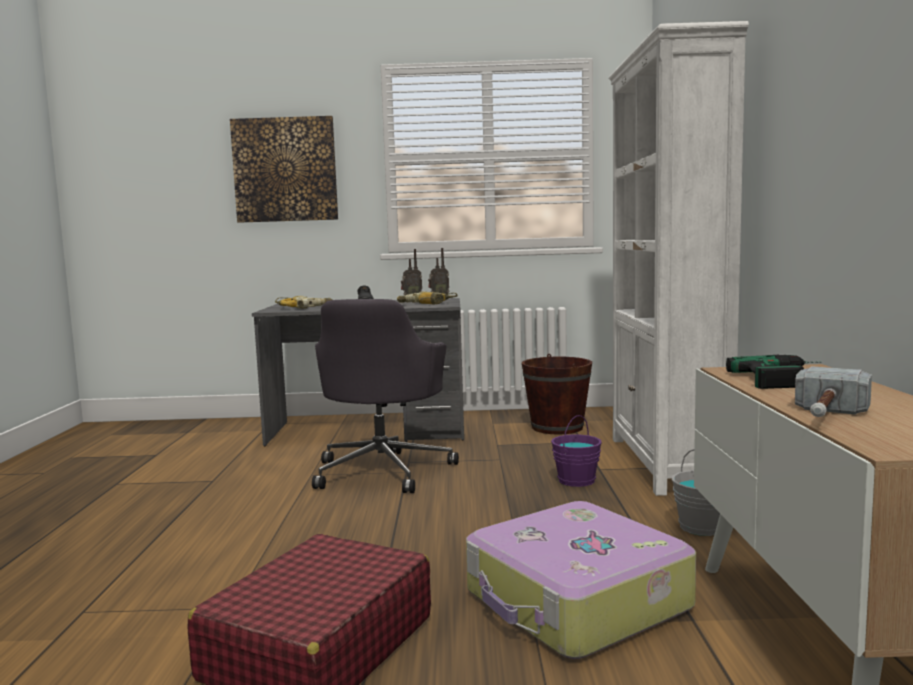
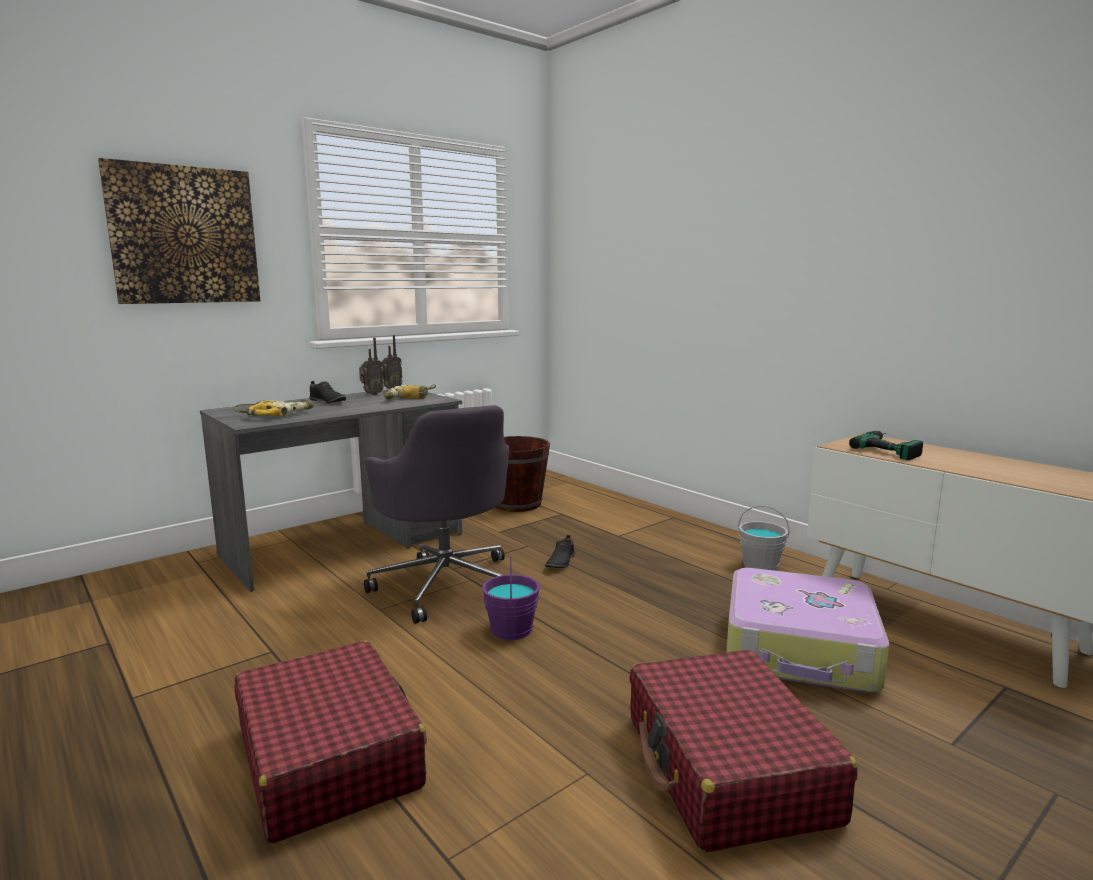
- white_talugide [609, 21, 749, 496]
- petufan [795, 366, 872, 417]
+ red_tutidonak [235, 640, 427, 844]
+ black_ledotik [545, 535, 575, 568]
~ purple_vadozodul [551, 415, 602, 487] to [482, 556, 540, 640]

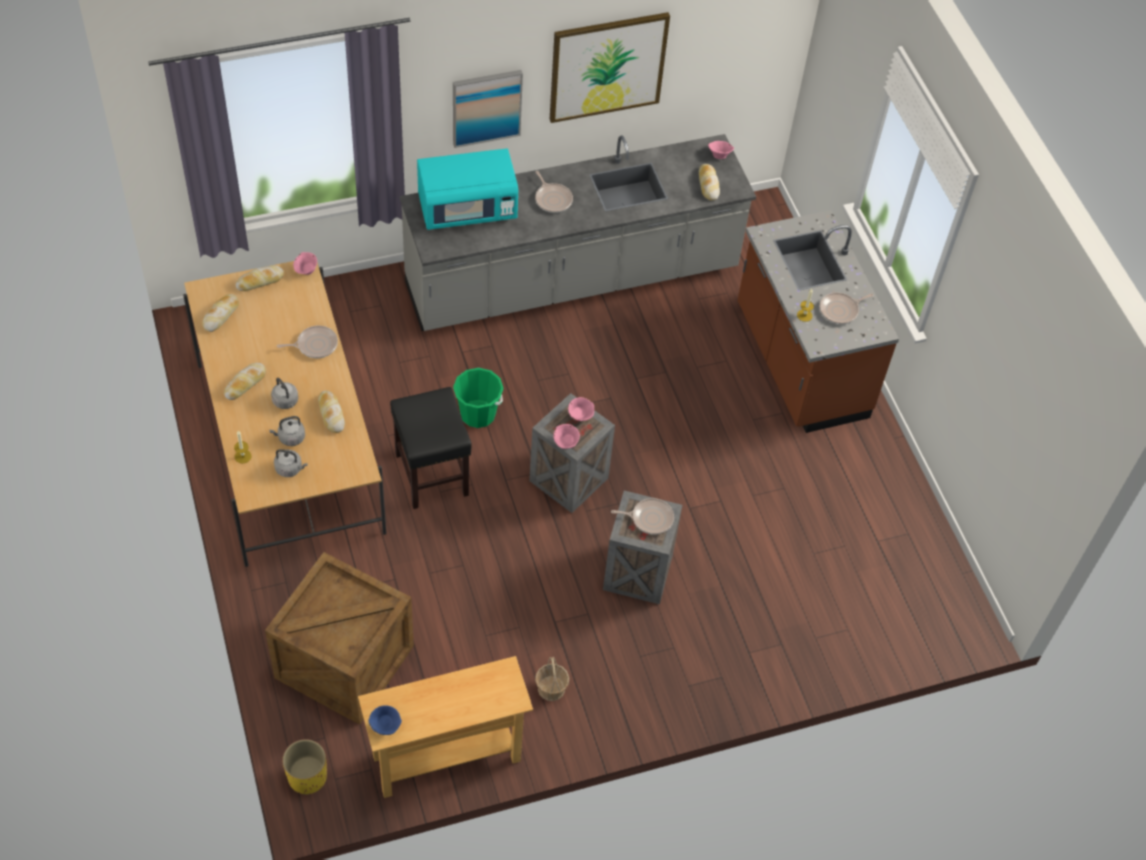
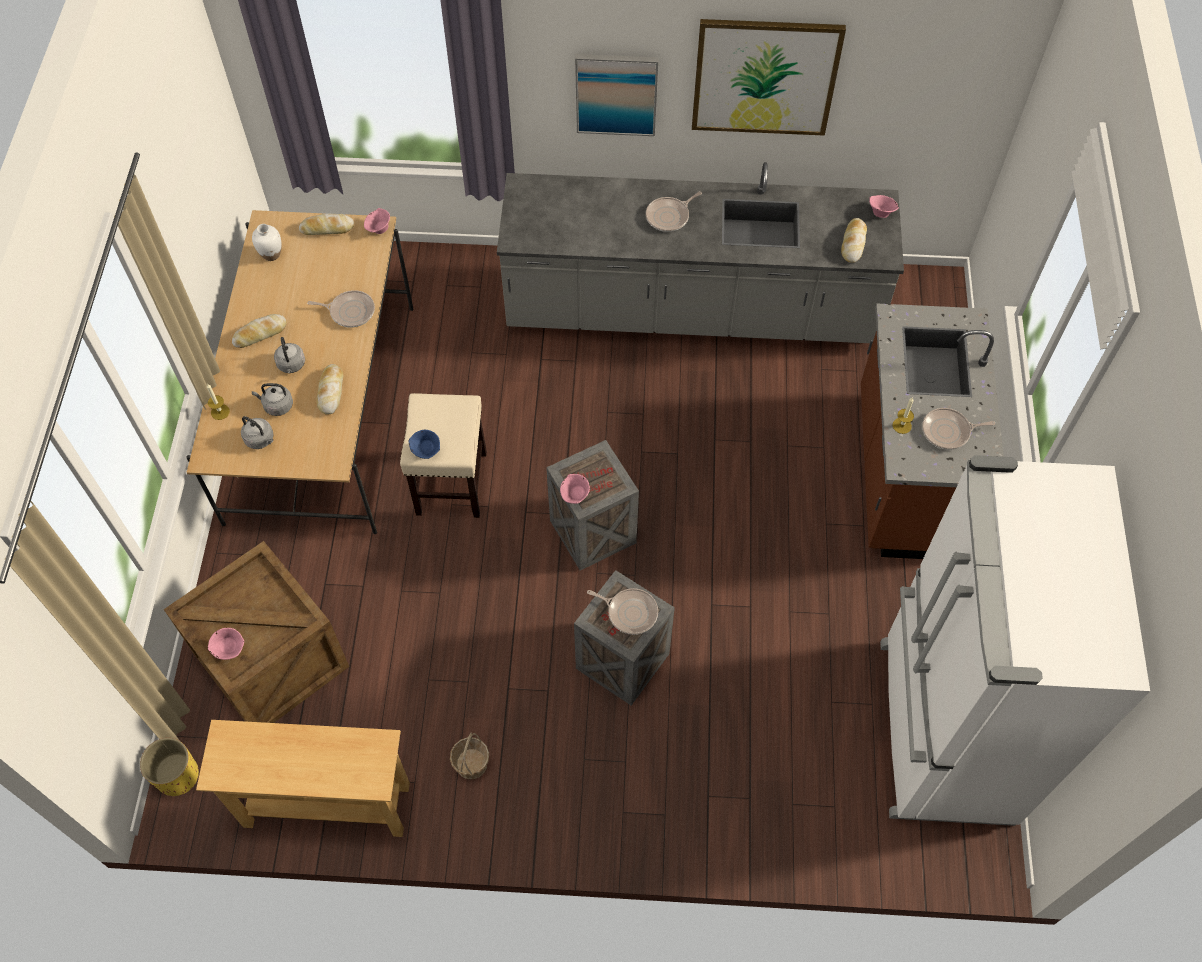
- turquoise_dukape [417, 149, 518, 230]
- green_vadozodul [453, 368, 504, 428]
+ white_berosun [880, 455, 1150, 826]
~ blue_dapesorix [368, 705, 402, 735] to [409, 430, 440, 459]
~ pink_dapesorix [568, 397, 594, 421] to [208, 628, 244, 660]
~ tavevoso [202, 294, 239, 332] to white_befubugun [252, 224, 282, 261]
~ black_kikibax [390, 387, 472, 509] to beige_kikibax [400, 393, 487, 518]
~ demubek [535, 171, 573, 213] = [646, 191, 702, 232] 60 degrees clockwise

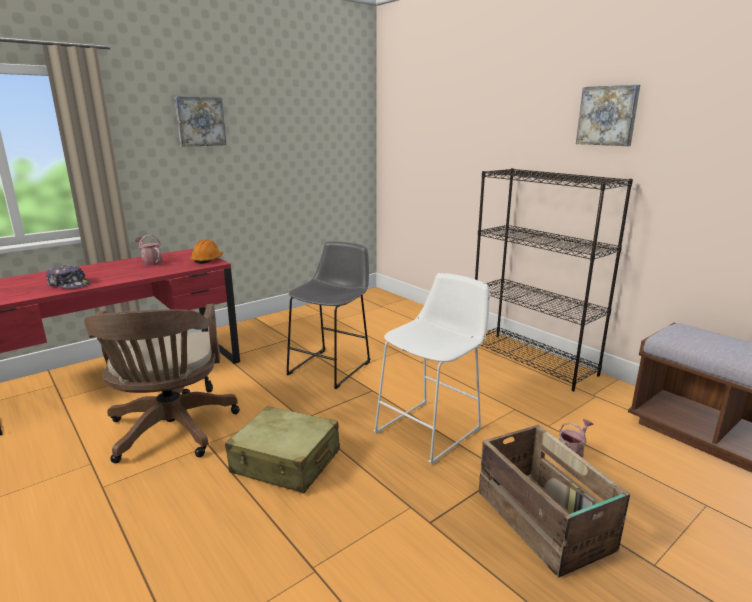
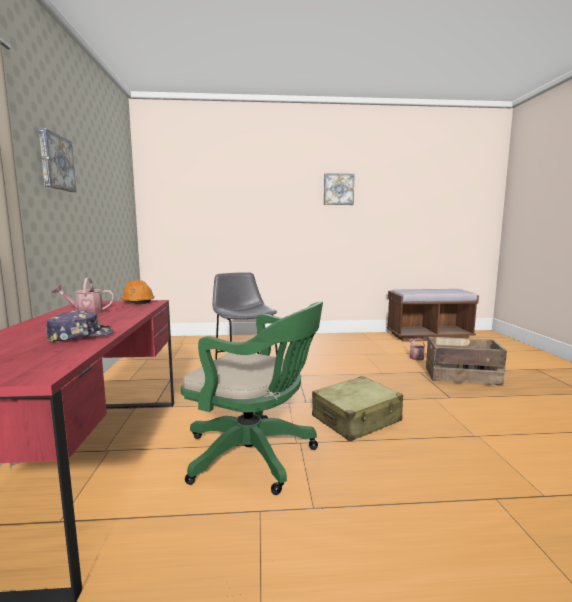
- white_kikibax [374, 273, 490, 465]
- black_talugide [475, 168, 633, 391]
~ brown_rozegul [84, 304, 240, 463] to green_rozegul [181, 302, 323, 495]

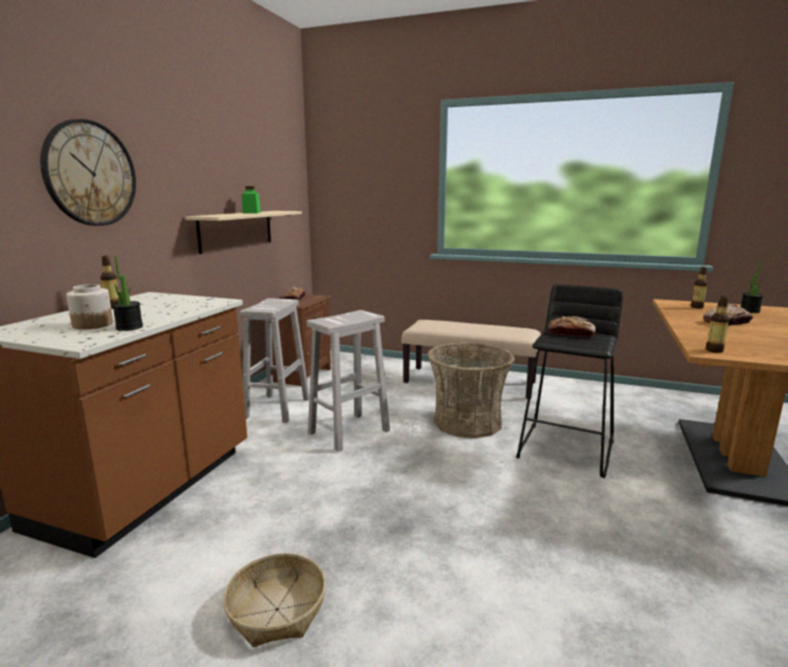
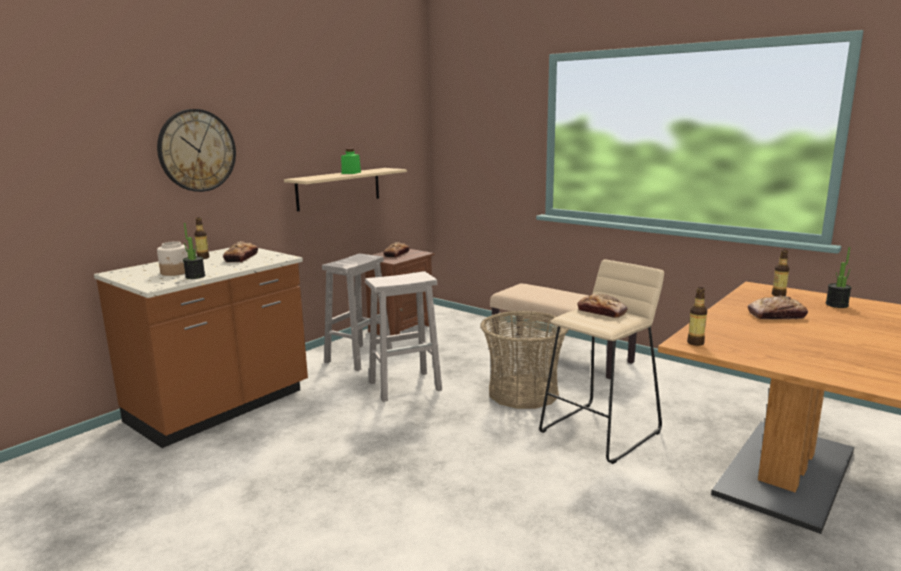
- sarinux [223, 553, 326, 647]
+ tavevoso [223, 241, 258, 262]
~ black_kikibax [516, 284, 623, 478] to beige_kikibax [539, 260, 664, 464]

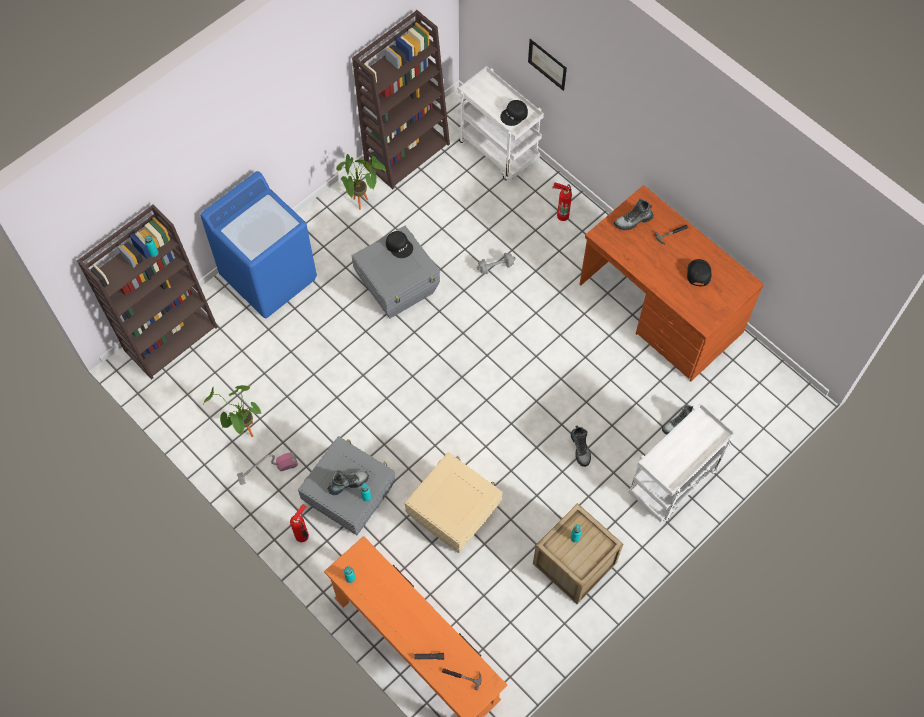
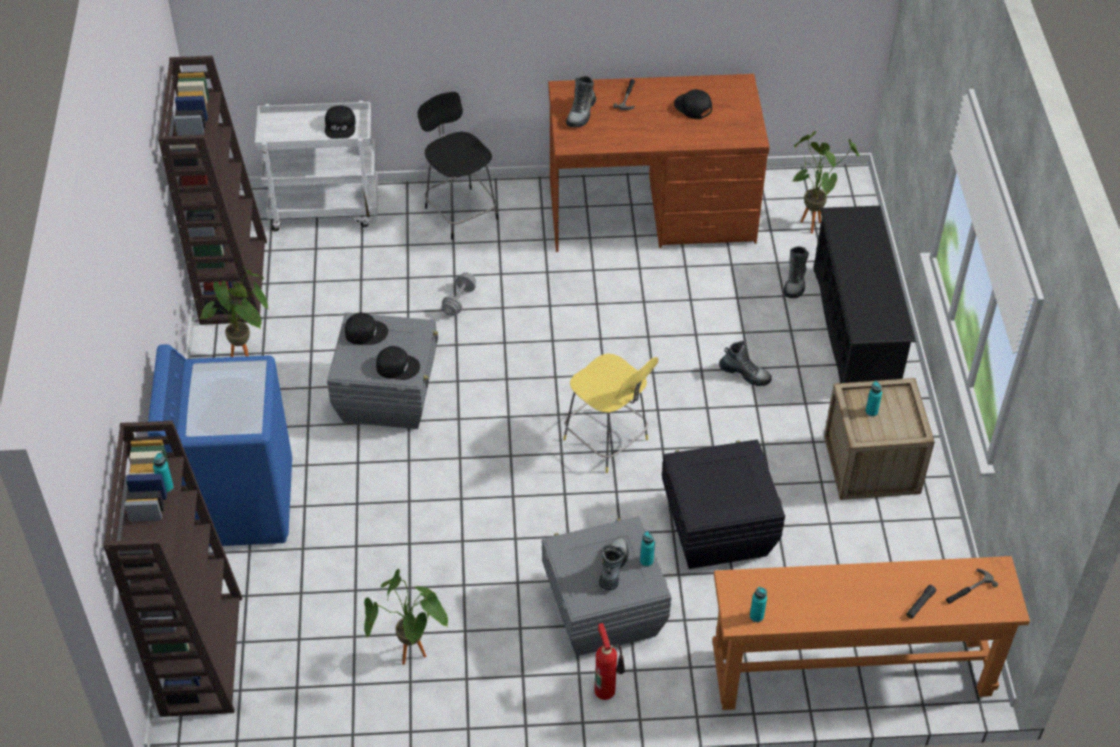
- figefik [237, 452, 298, 485]
- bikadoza [528, 39, 567, 91]
+ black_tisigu [376, 346, 420, 380]
+ yellow_kikibax [563, 354, 658, 473]
+ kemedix [793, 131, 860, 234]
~ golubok [552, 182, 572, 221] to black_kikibax [417, 92, 498, 239]
~ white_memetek [629, 403, 735, 522] to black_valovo [813, 206, 916, 383]
~ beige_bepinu [405, 452, 503, 553] to black_bepinu [662, 439, 785, 569]

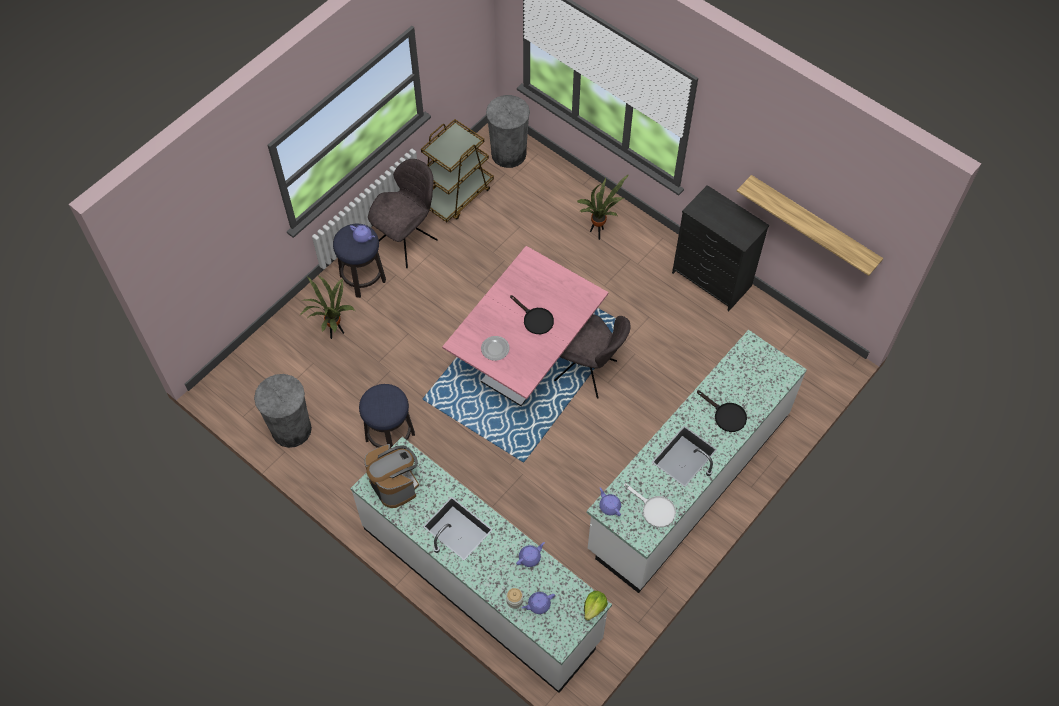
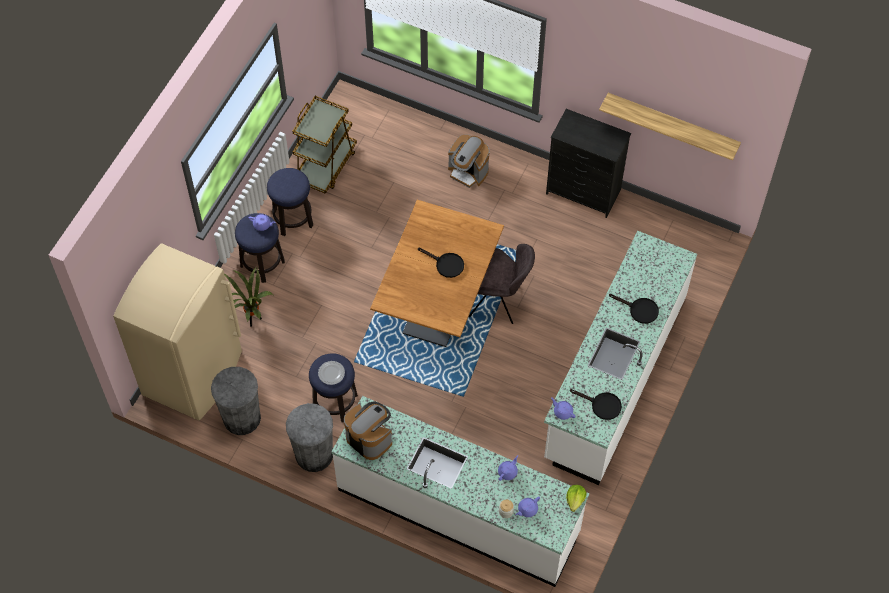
+ beige_berosun [113, 243, 242, 421]
~ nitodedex [481, 336, 510, 361] to [318, 361, 345, 385]
~ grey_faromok [486, 95, 530, 168] to [286, 403, 333, 472]
~ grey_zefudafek [368, 159, 438, 268] to kikibax [267, 168, 313, 236]
~ kemedix [577, 174, 629, 240] to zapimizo [448, 134, 490, 188]
~ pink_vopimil [442, 246, 609, 406] to brown_vopimil [370, 200, 504, 347]
~ white_demubek [624, 484, 676, 528] to black_demubek [570, 389, 622, 420]

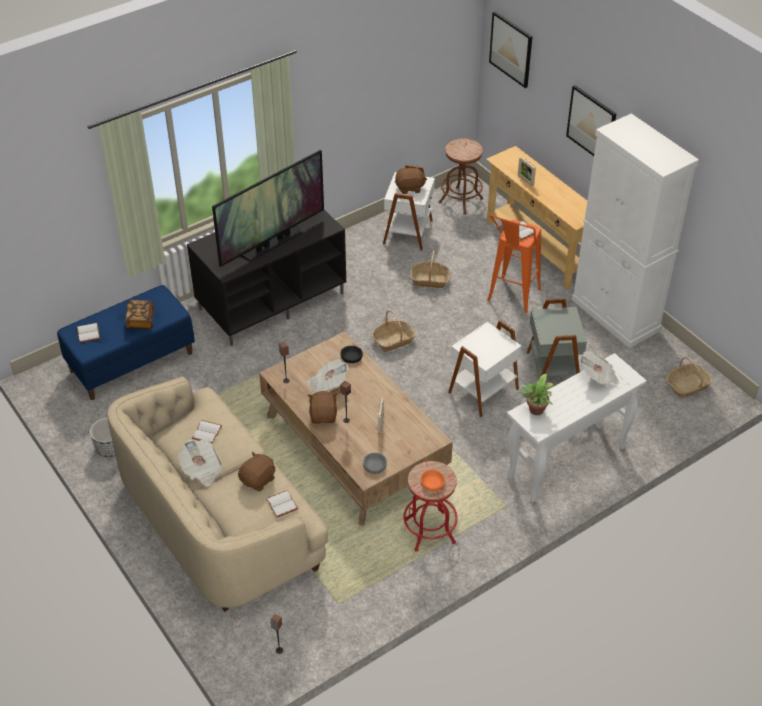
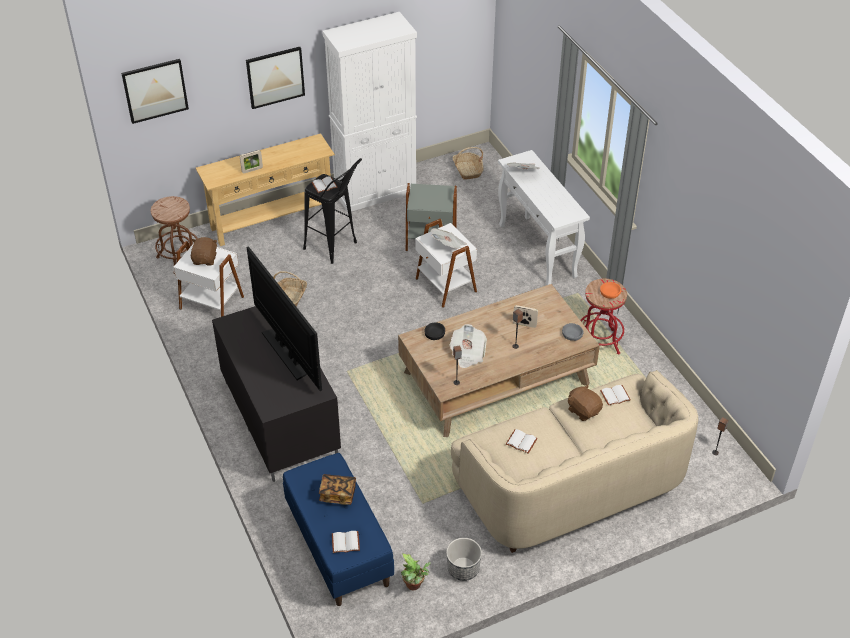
- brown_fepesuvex [308, 391, 337, 424]
- sarinux [372, 310, 416, 352]
~ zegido [178, 439, 224, 487] to [431, 228, 467, 249]
~ kemedix [519, 373, 554, 415] to [401, 554, 431, 590]
~ orange_kikibax [487, 215, 541, 313] to black_kikibax [303, 158, 362, 264]

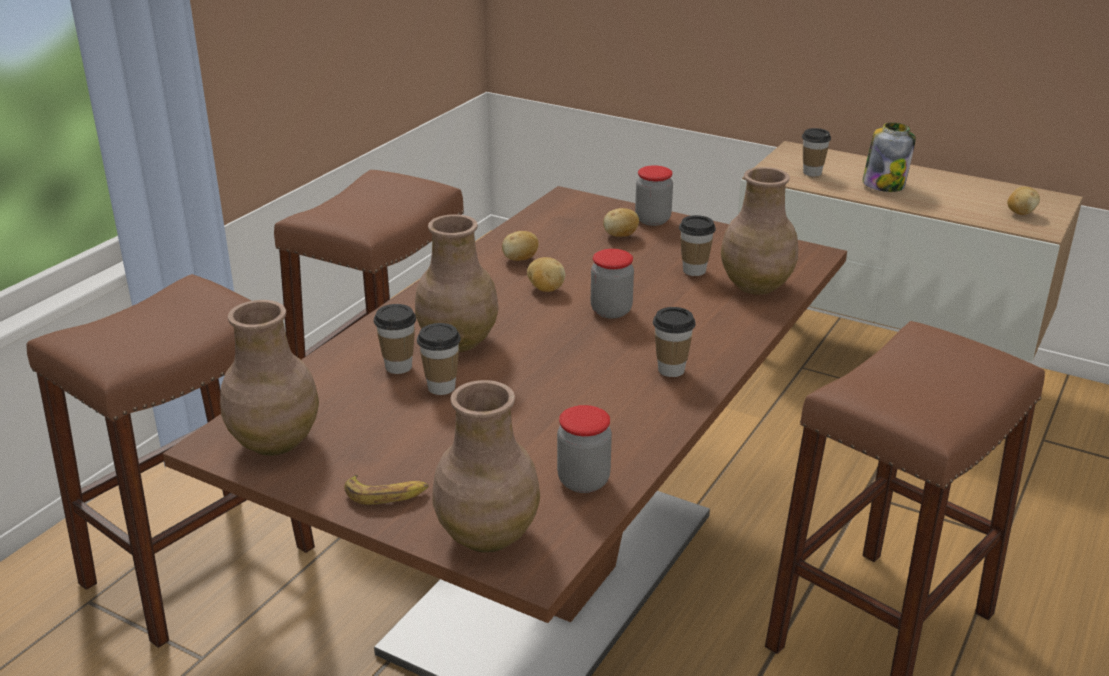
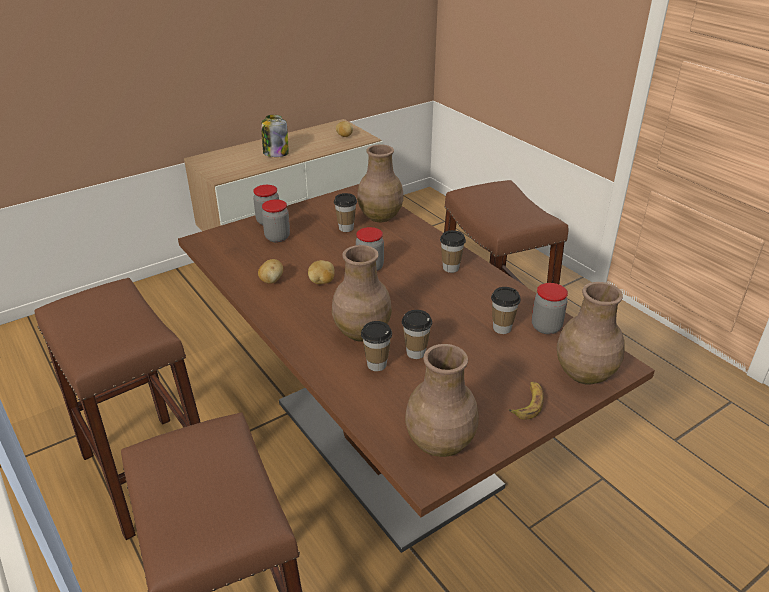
~ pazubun [802, 128, 831, 176] to [491, 287, 521, 334]
~ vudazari [603, 208, 639, 237] to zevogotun [262, 199, 290, 242]

